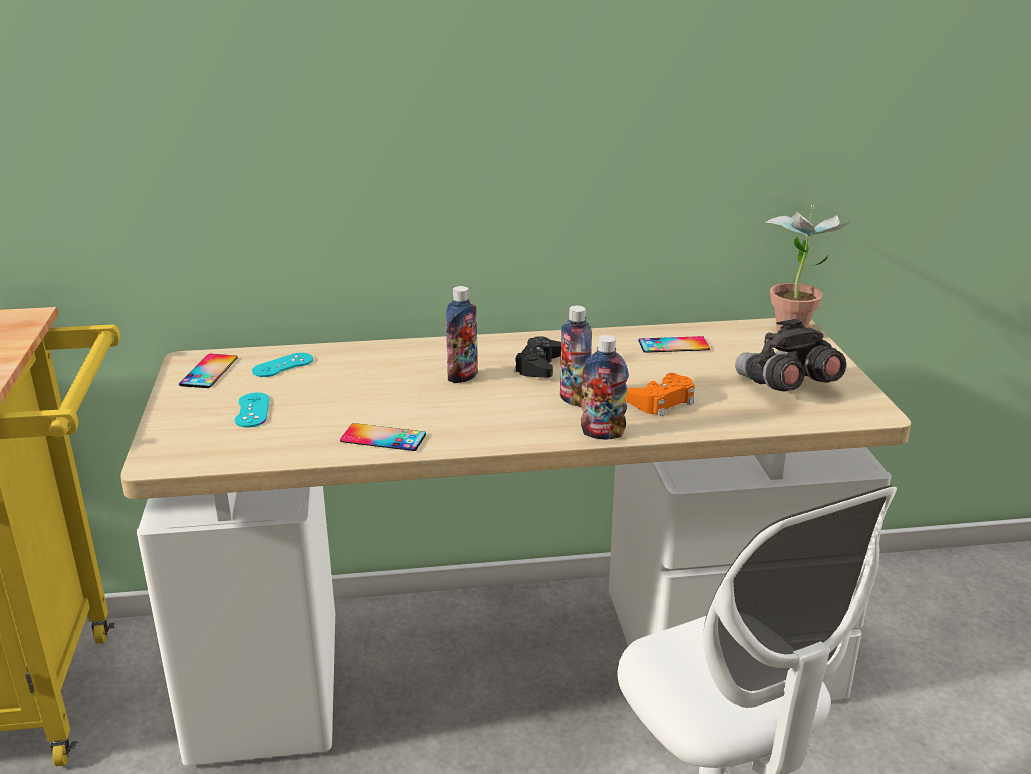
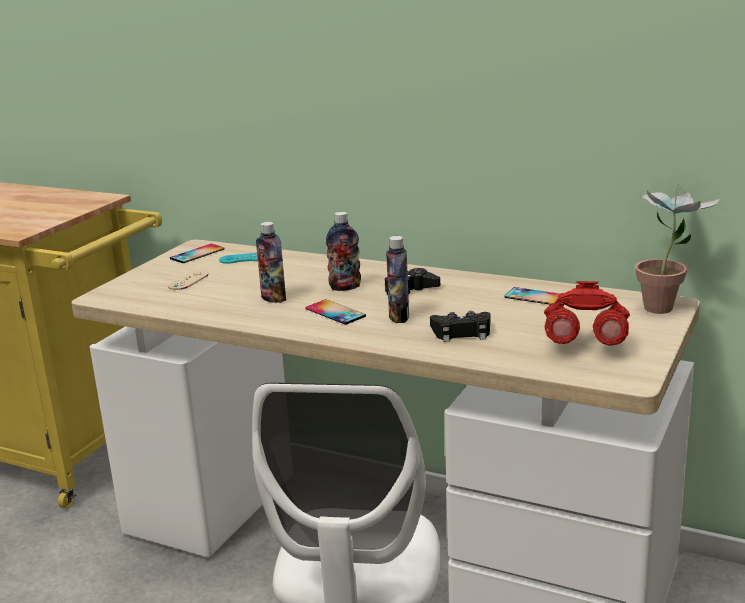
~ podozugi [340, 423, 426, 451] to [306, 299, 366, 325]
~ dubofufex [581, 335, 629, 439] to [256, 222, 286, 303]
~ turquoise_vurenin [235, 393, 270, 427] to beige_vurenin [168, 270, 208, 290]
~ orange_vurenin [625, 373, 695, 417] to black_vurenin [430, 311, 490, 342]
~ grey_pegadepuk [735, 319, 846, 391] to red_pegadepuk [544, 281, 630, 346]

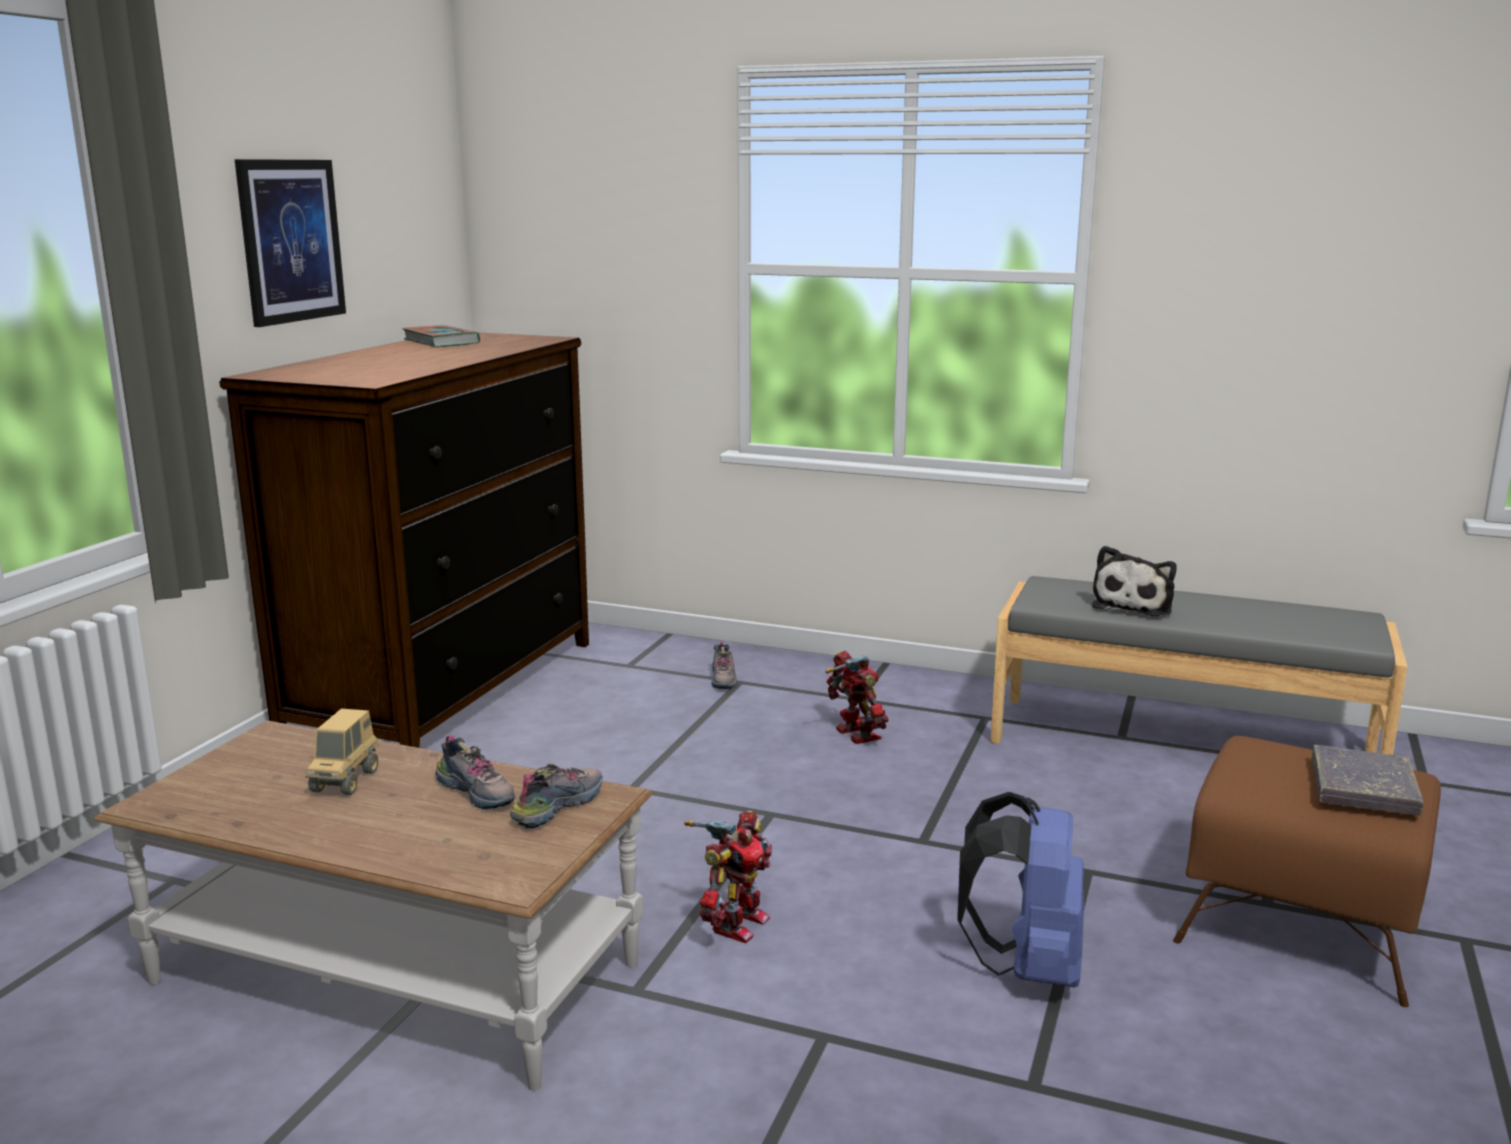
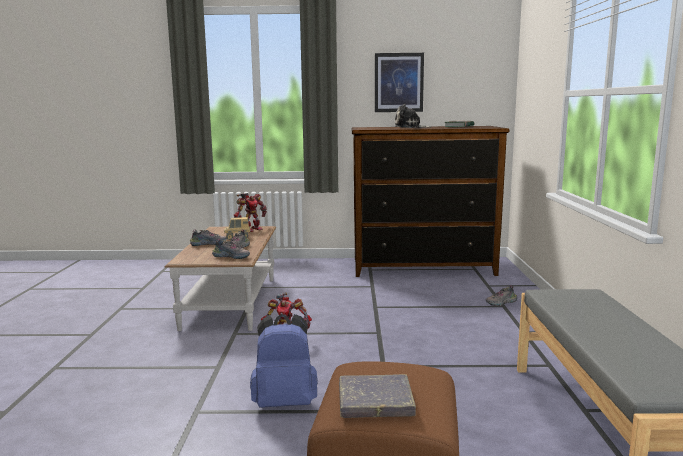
+ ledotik [190, 229, 227, 246]
~ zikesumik [825, 650, 888, 744] to [234, 193, 267, 232]
~ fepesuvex [1092, 546, 1177, 616] to [395, 104, 430, 128]

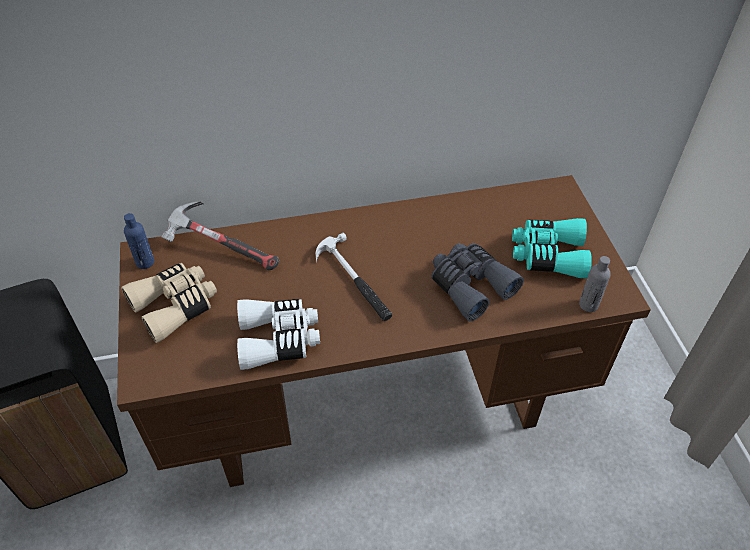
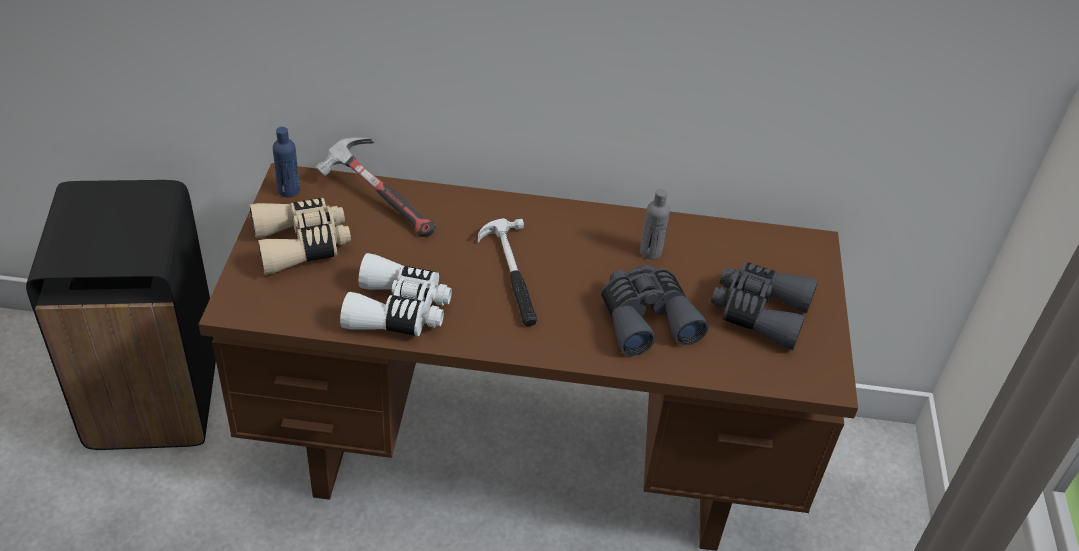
~ grey_dubofufex [579, 256, 611, 312] to [640, 189, 670, 259]
~ turquoise_pegadepuk [512, 218, 592, 278] to grey_pegadepuk [711, 262, 818, 350]

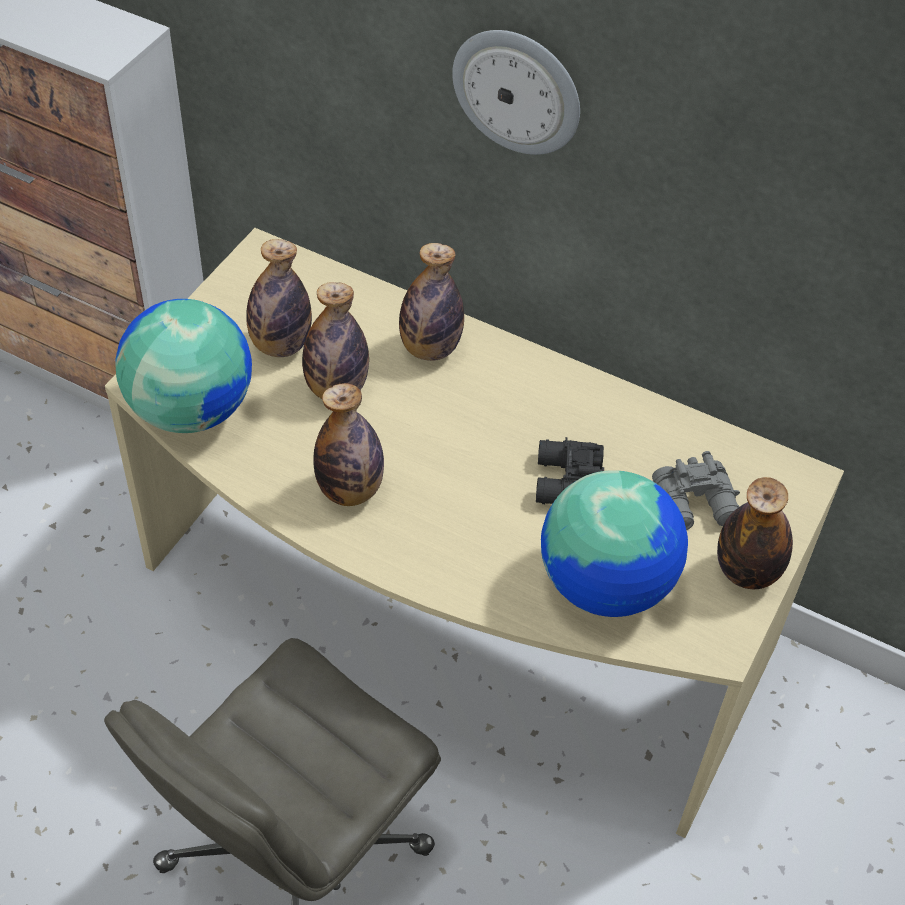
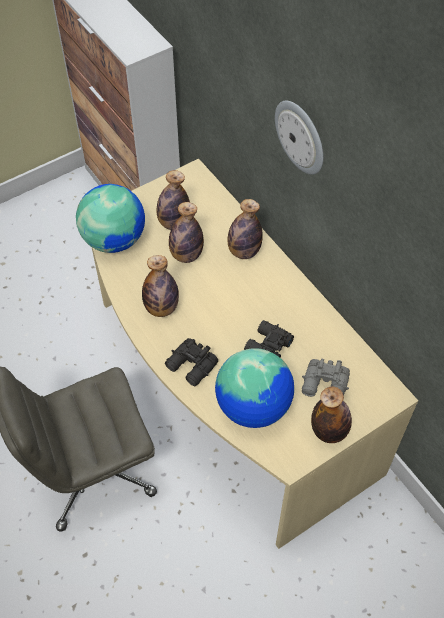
+ black_pegadepuk [165, 338, 218, 386]

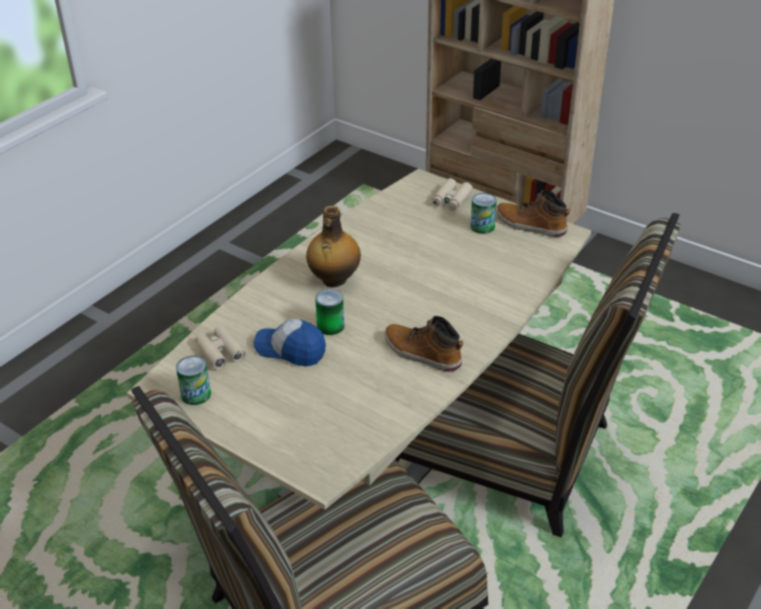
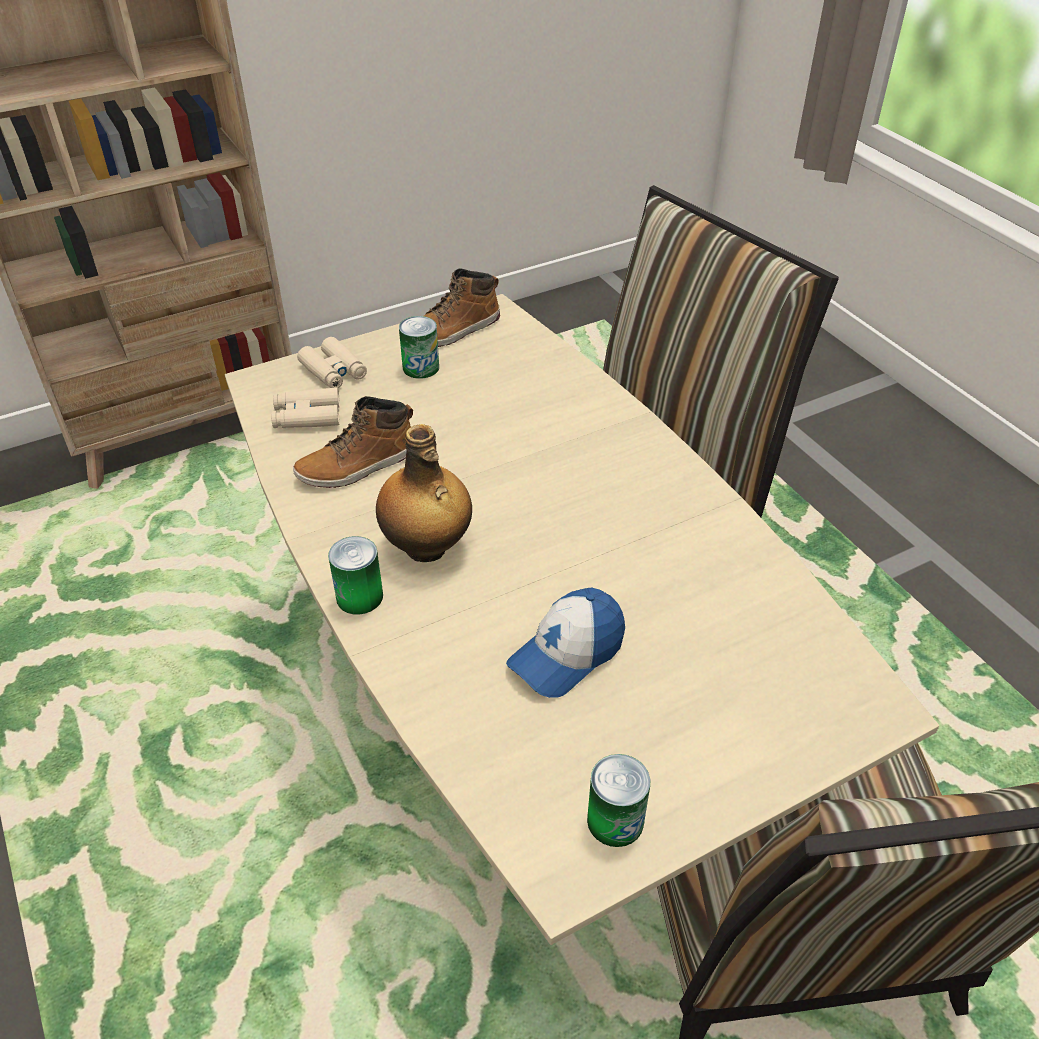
~ beige_pegadepuk [195, 326, 246, 370] to [271, 387, 340, 428]
~ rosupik [315, 289, 344, 335] to [328, 536, 383, 614]
~ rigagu [384, 316, 463, 372] to [293, 396, 413, 488]

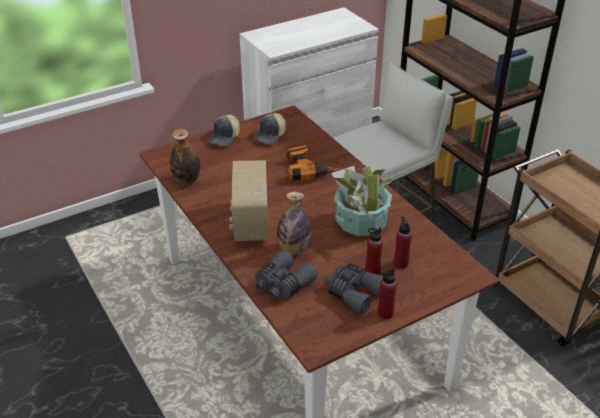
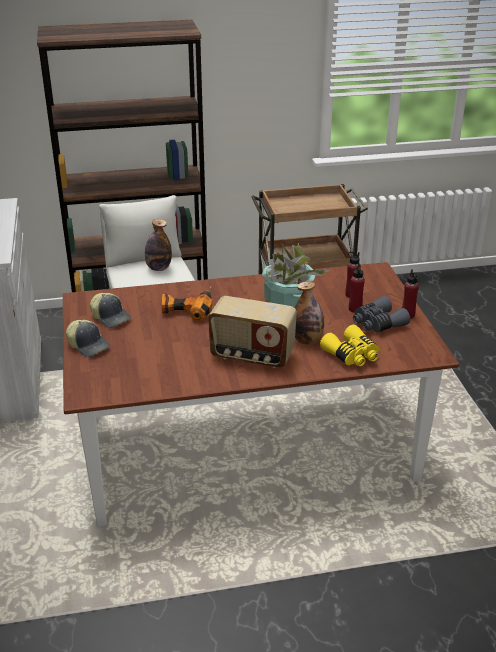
~ dubofufex [170, 129, 200, 184] to [145, 219, 172, 271]
~ grey_pegadepuk [255, 250, 318, 299] to yellow_pegadepuk [320, 325, 379, 366]

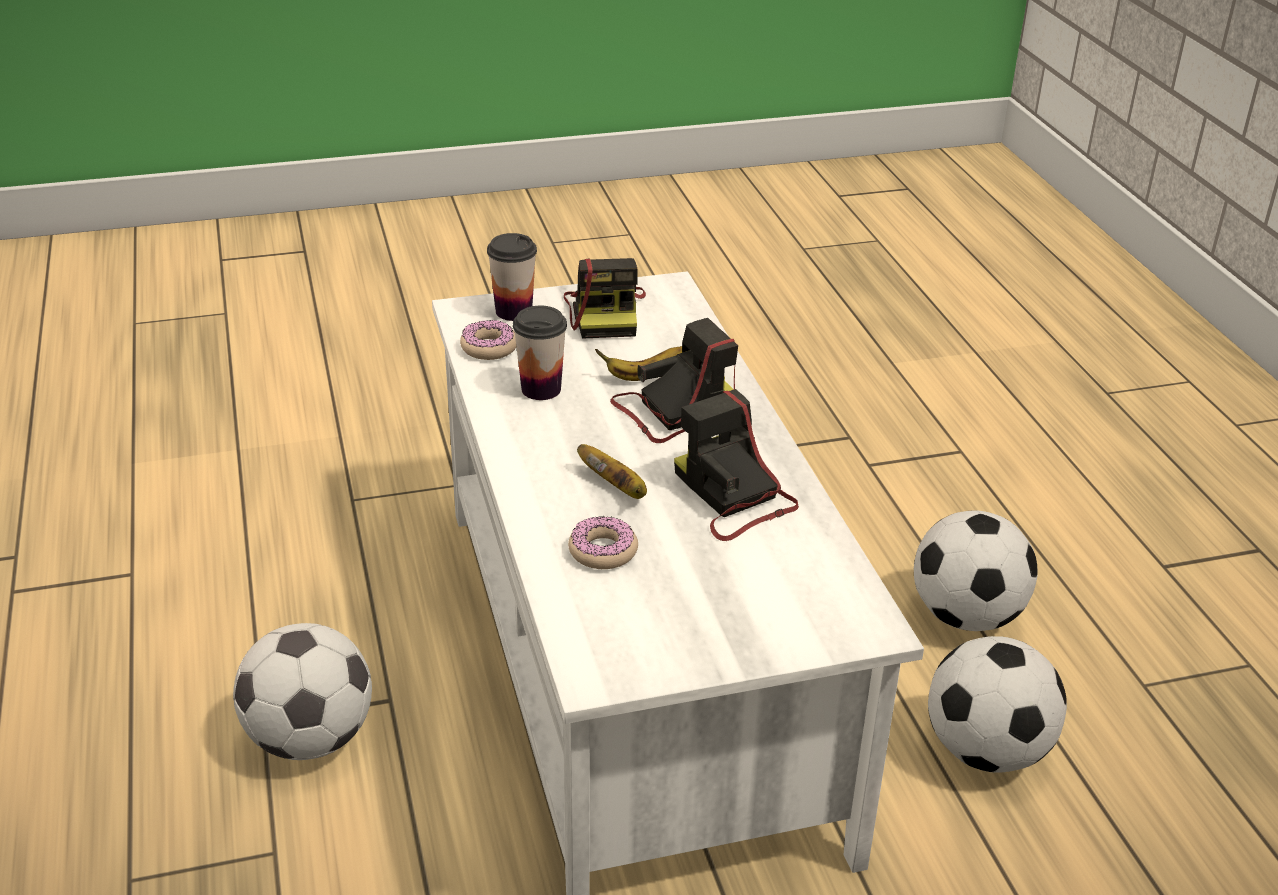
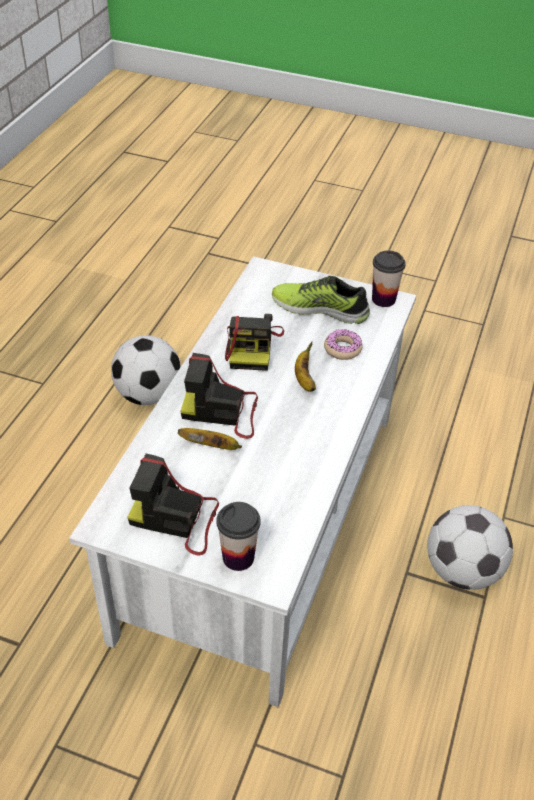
- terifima [460, 320, 516, 360]
- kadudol [914, 510, 1038, 631]
+ ledotik [272, 276, 370, 324]
~ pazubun [513, 306, 567, 400] to [372, 250, 406, 307]
~ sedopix [564, 258, 646, 338] = [127, 453, 219, 555] 105 degrees counterclockwise

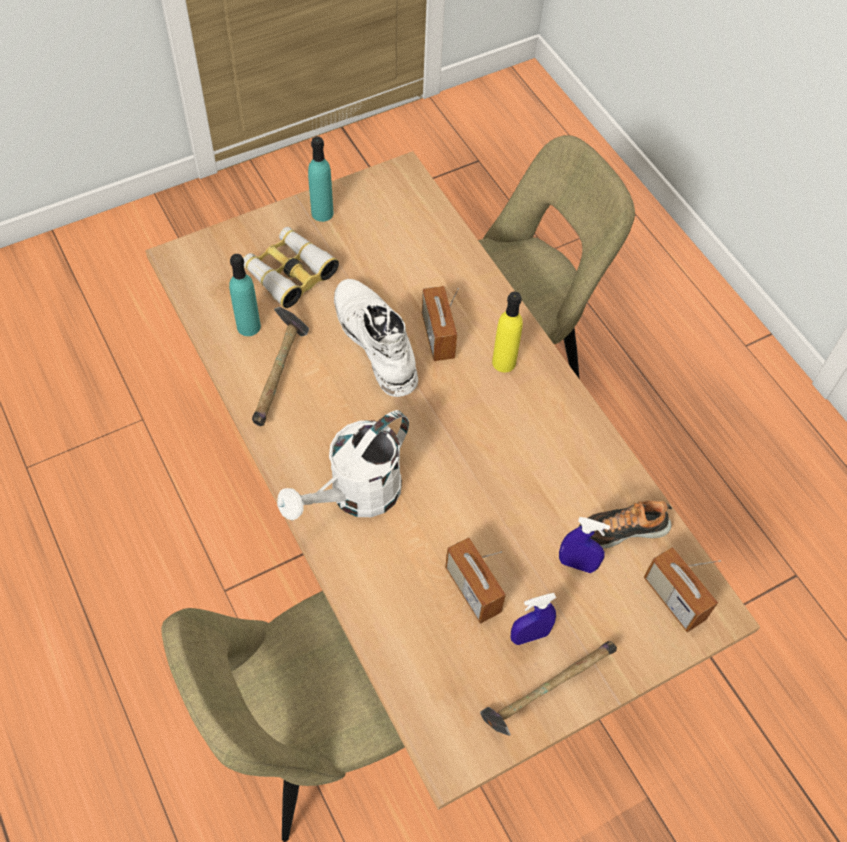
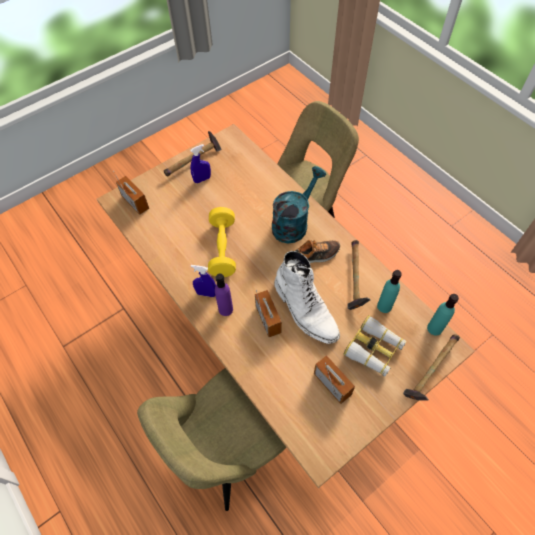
+ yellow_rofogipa [208, 207, 236, 277]
+ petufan [403, 335, 460, 400]
~ turquoise_dubofufex [308, 136, 334, 222] to [427, 294, 459, 336]
~ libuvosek [445, 537, 506, 624] to [314, 355, 355, 404]
~ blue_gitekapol [559, 517, 610, 573] to [191, 265, 216, 297]
~ ledotik [578, 500, 672, 548] to [295, 240, 340, 263]
~ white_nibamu [277, 410, 409, 520] to turquoise_nibamu [272, 166, 326, 243]
~ yellow_dubofufex [492, 292, 523, 372] to purple_dubofufex [215, 273, 233, 316]

